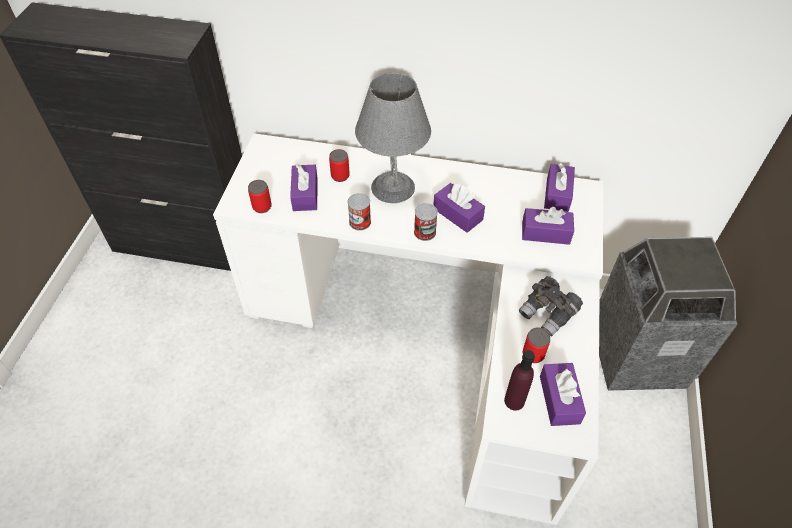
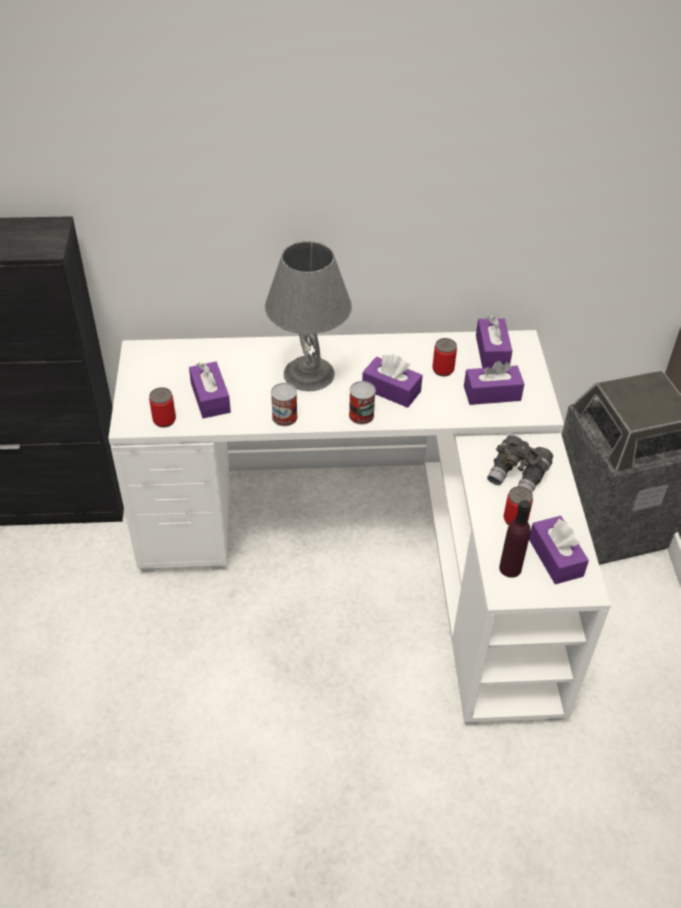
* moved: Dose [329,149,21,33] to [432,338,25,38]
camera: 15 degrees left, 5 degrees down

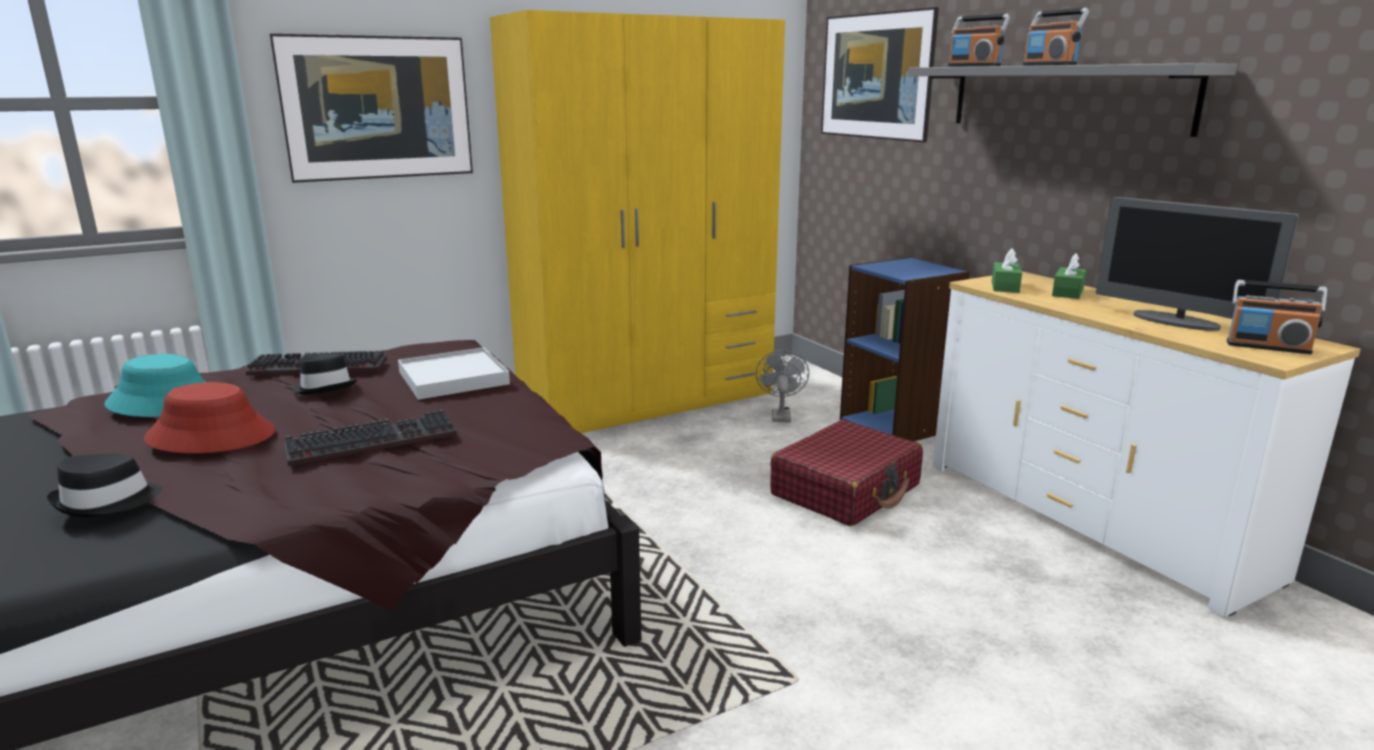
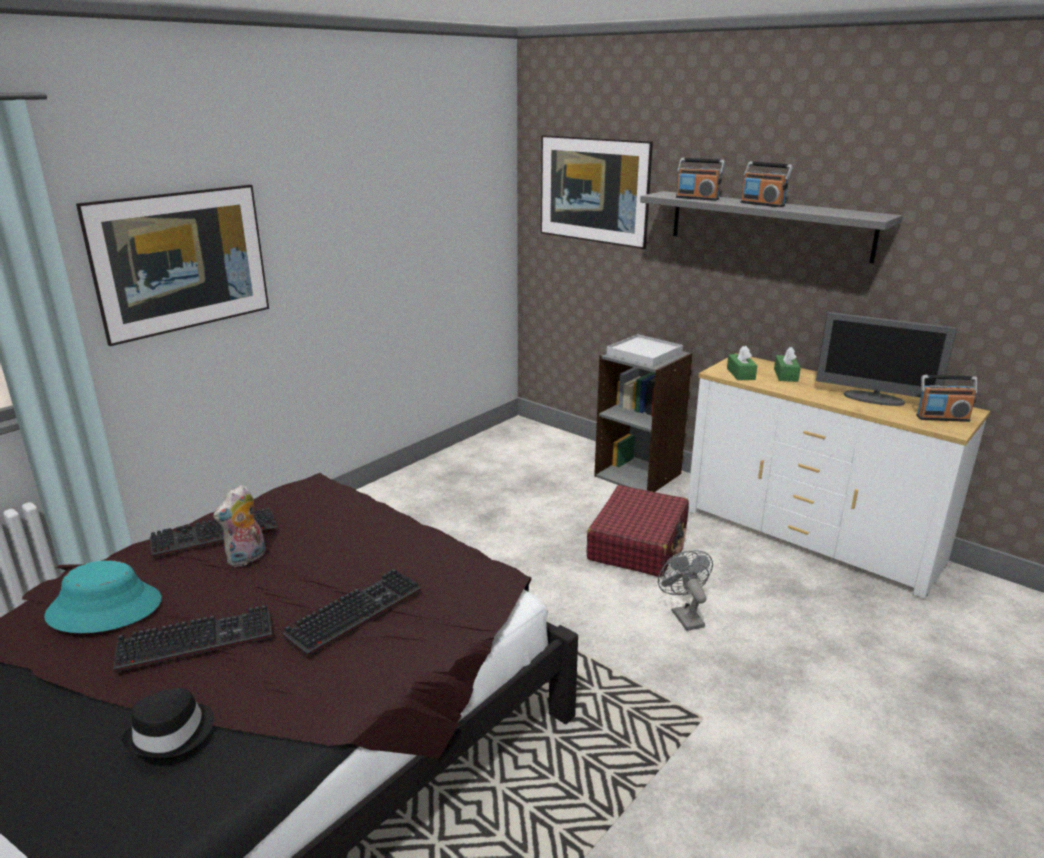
* removed: Kleiderschrank [gelb] [490,10,295,423]
* moved: Tablett [weiß] [398,347,112,53] to [607,334,76,33]
* moved: Ventilator [grau] [756,350,53,72] to [658,550,55,81]
* replaced: Hut [rot] [144,382,131,72] to Tastatur [113,605,160,68]
* replaced: Hut [schwarz] [292,353,66,41] to Plüschtier [213,485,52,82]
* recoloured: Bücherregal [blau] [840,257,130,184] to Bücherregal [grau] [594,351,99,141]
camera: 20 degrees left, 5 degrees up

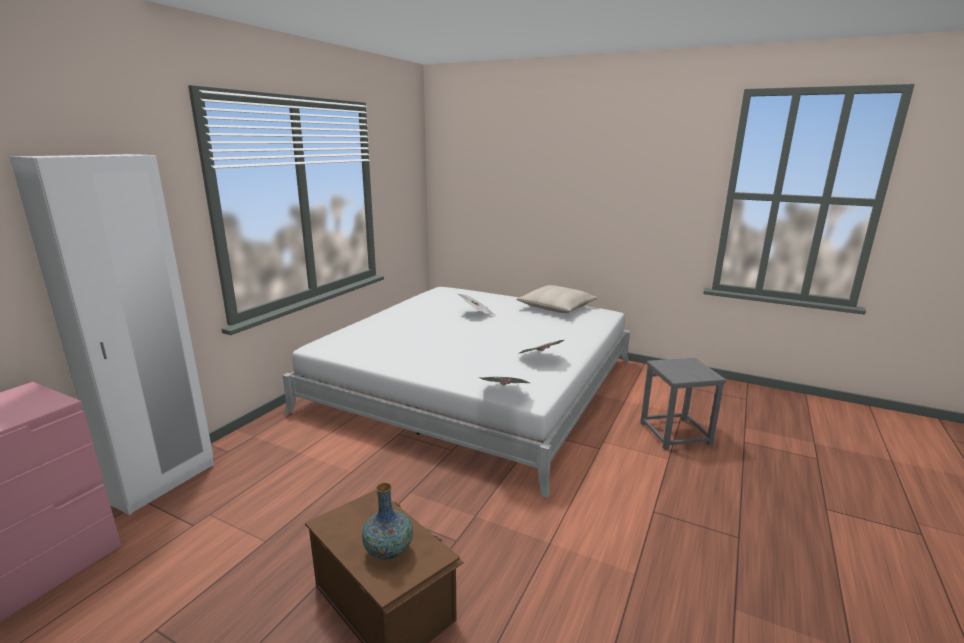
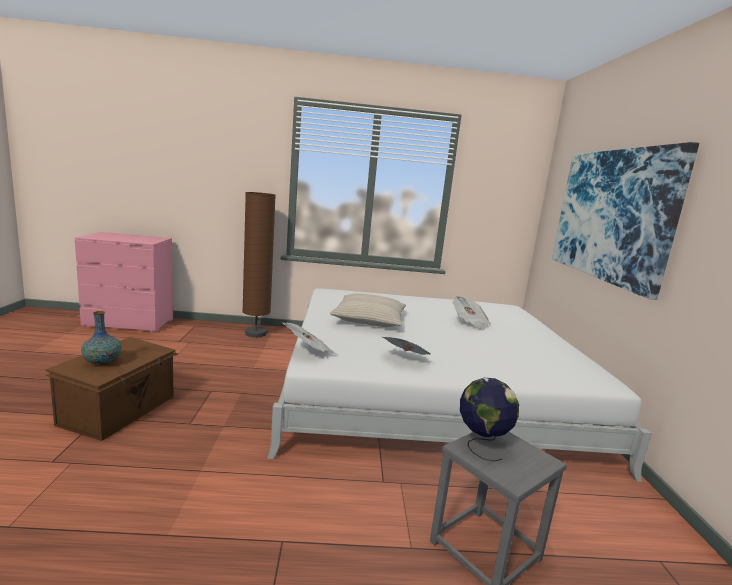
* removed: Kleiderschrank [weiß] [10,154,204,361]
* added: Stehlampe [braun] [242,192,34,145]
* added: Globus [460,378,59,84]
* added: Bild [552,142,147,158]
* moved: Kissen [beige] [516,285,82,28] to [330,293,76,34]
camera: 60 degrees right, 5 degrees down

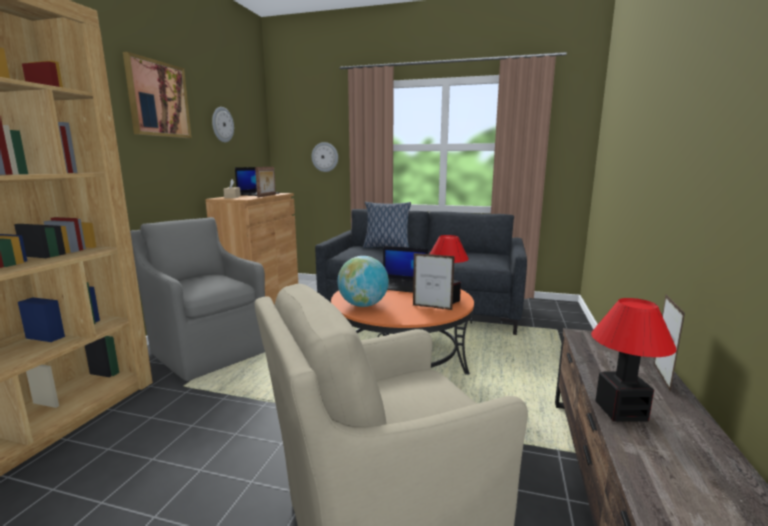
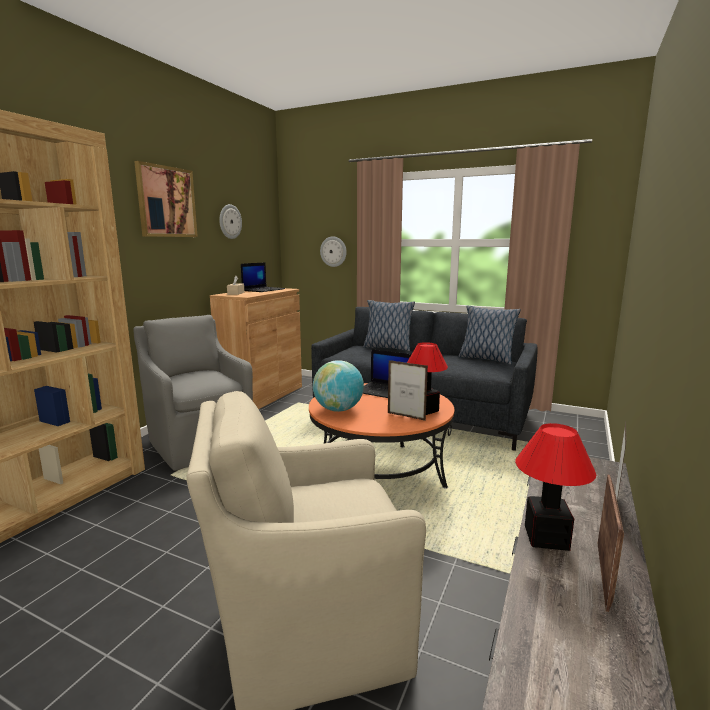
* added: Kissen [458,305,63,60]
* moved: Bilderrahmen [255,167,21,30] to [598,474,26,138]
camera: 10 degrees right, 0 degrees up

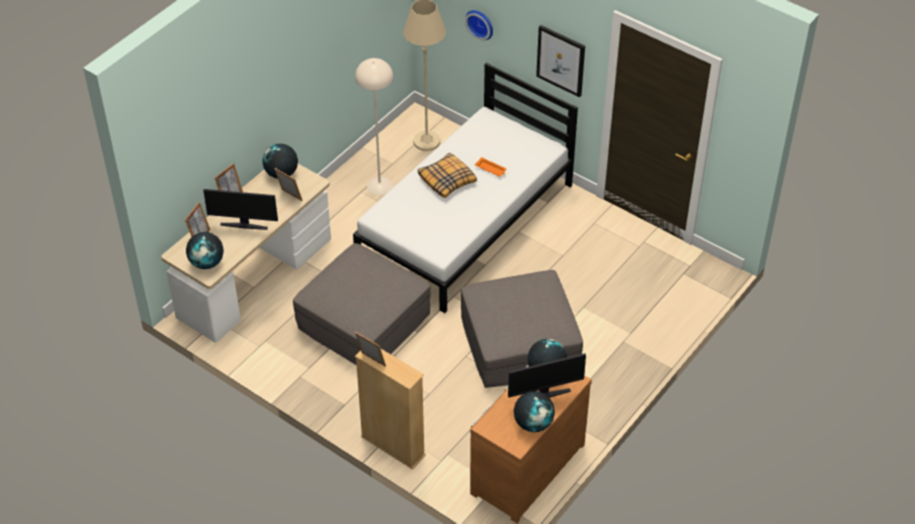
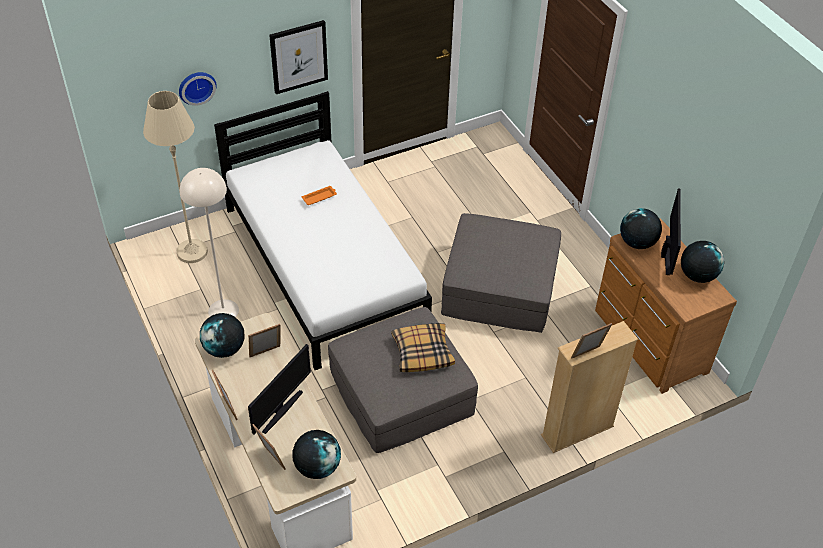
* moved: Kissen [418,153,59,45] to [391,323,64,49]
camera: 65 degrees left, 0 degrees up

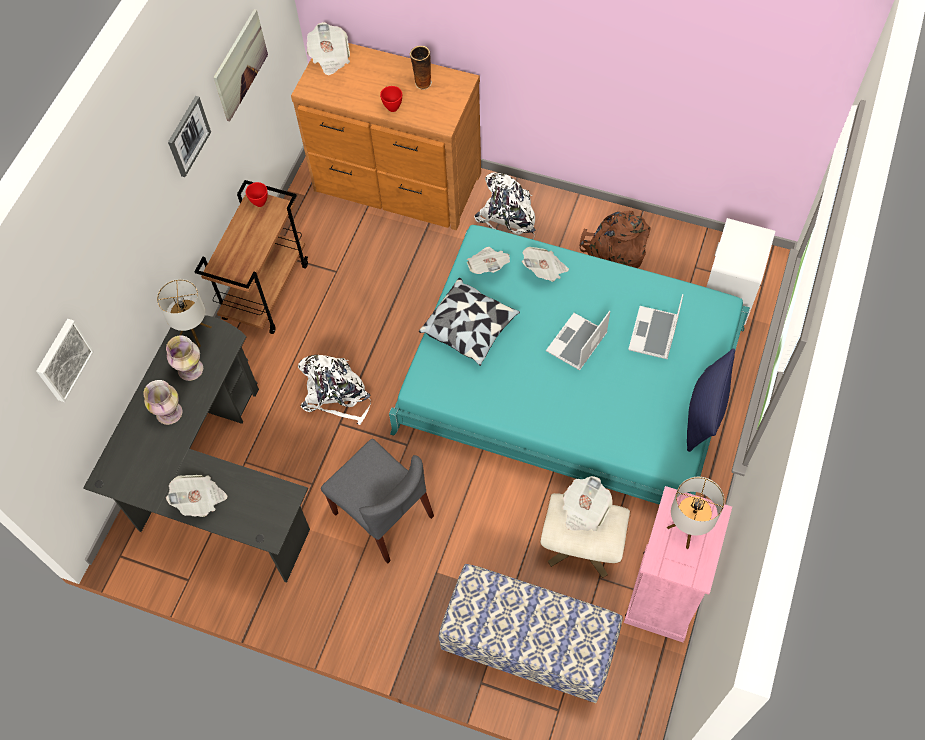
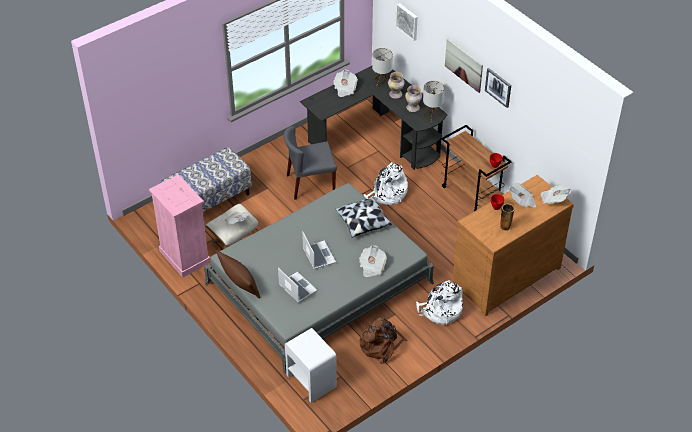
* moved: Bild [213,9,55,112] to [445,39,38,54]
* moved: Zeitung [467,247,43,27] to [509,183,27,25]
* moved: Tischlampe [667,477,58,72] to [372,48,21,39]
* recoloured: Bett [türkis] [389,225,361,280] to Bett [grau] [204,183,230,191]
* recoloured: Kissen [blau] [687,348,48,104] to Kissen [braun] [216,250,44,49]
camera: 120 degrees right, 15 degrees down

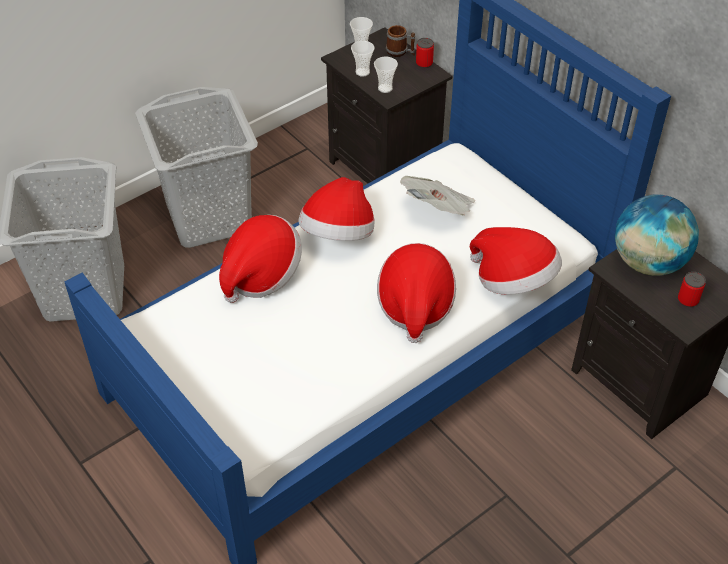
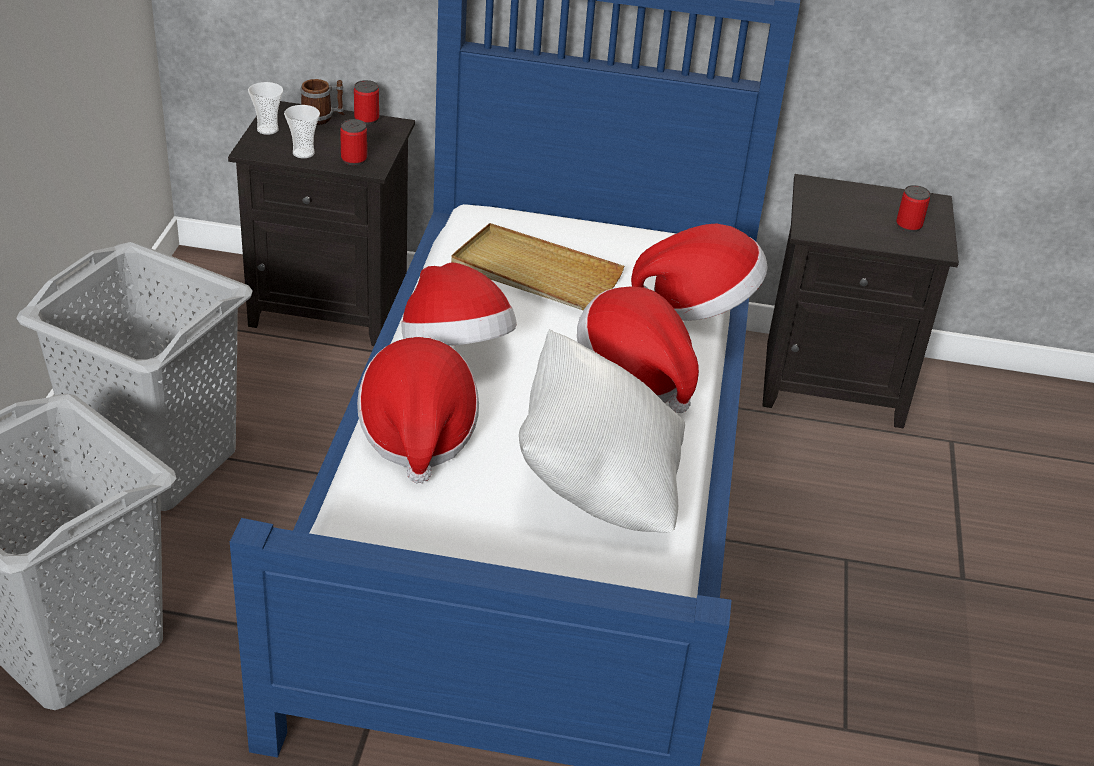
* removed: Globus [615,195,84,81]
* added: Kissen [weiß] [519,329,166,204]
* replaced: Tasse [374,57,24,36] to Dose [340,119,27,46]
* replaced: Zeitung [400,176,75,40] to Tablett [beige] [451,223,173,88]
camera: 45 degrees left, 10 degrees down

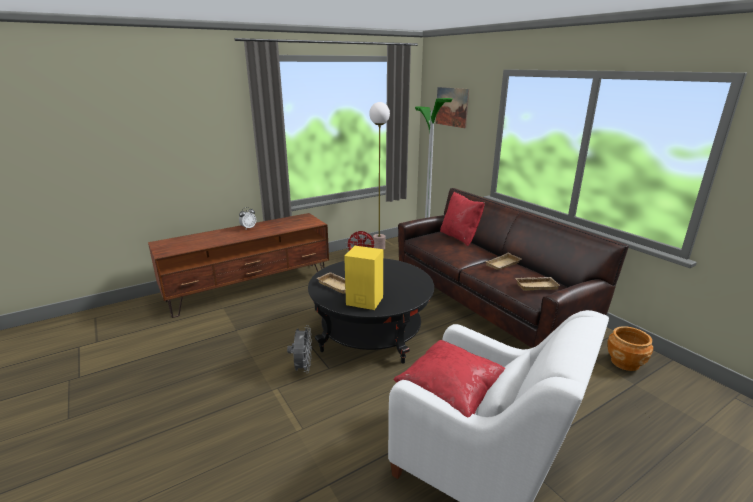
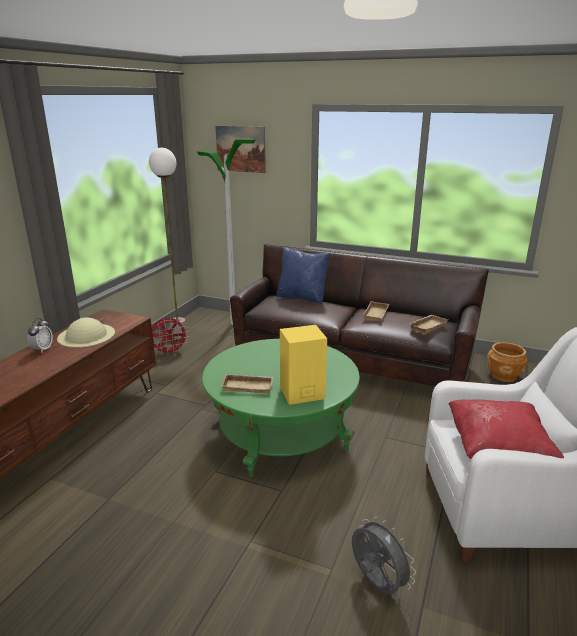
* added: Hut [beige] [57,317,58,31]
* moved: Ventilator [grau] [287,325,25,48] to [352,517,64,77]
* recoloured: Couchtisch [schwarz] [308,258,126,105] to Couchtisch [grün] [202,339,158,138]
* recoloured: Kissen [rot] [440,192,45,54] to Kissen [blau] [276,247,54,57]
camera: 35 degrees left, 0 degrees up

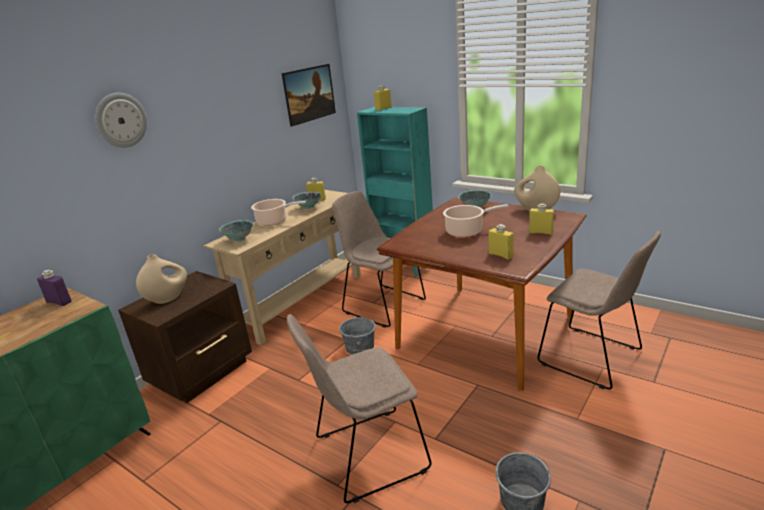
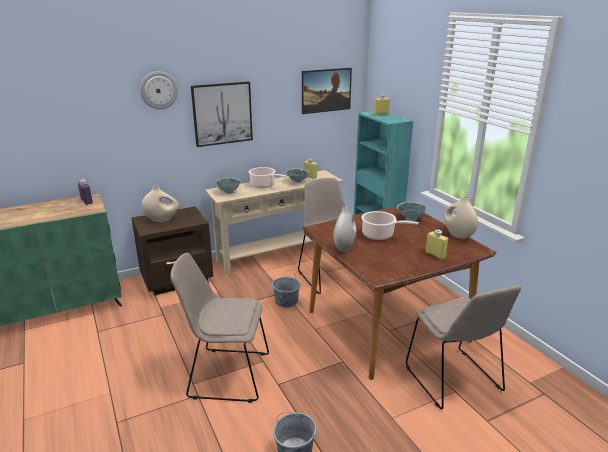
* removed: Flasche [gelb] [488,224,26,36]
* added: Bild [191,82,62,65]
* added: Vase [weiß] [334,207,23,45]
camera: 25 degrees right, 0 degrees up

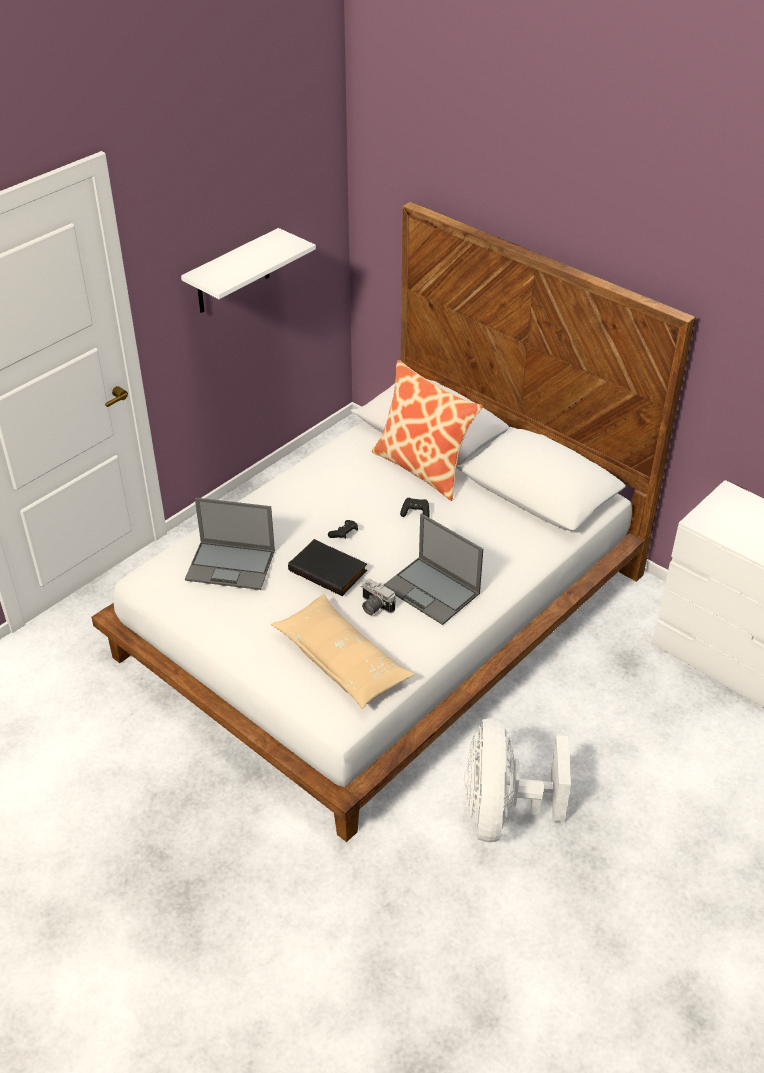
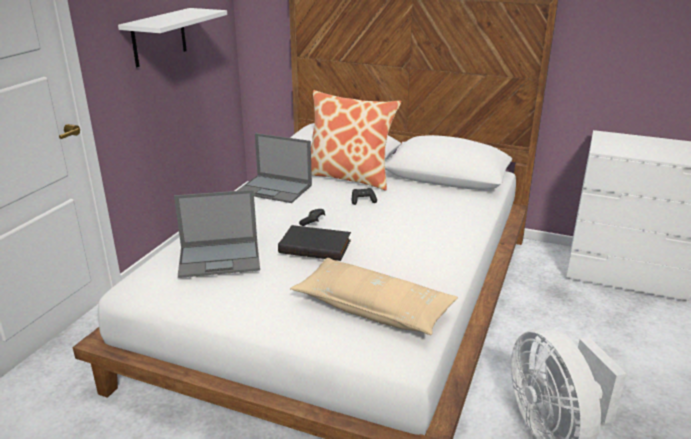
* removed: Kamera [362,579,34,36]
* moved: Laptop [382,513,101,112] to [237,133,75,70]
camera: 20 degrees left, 15 degrees down

